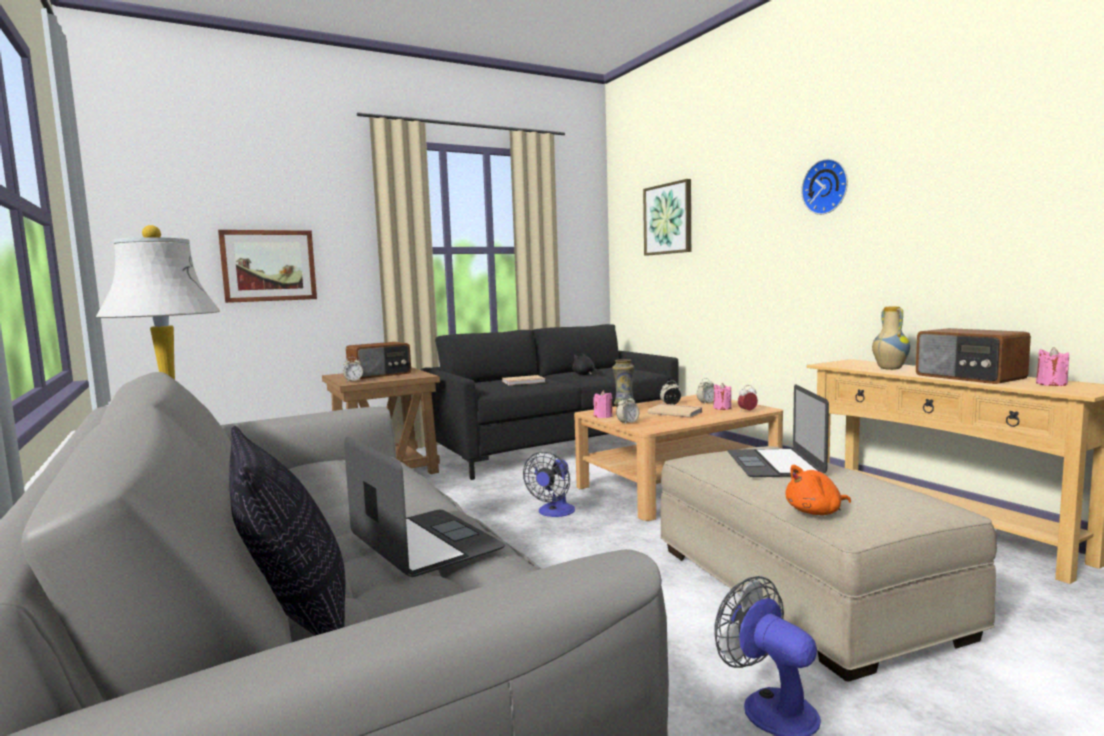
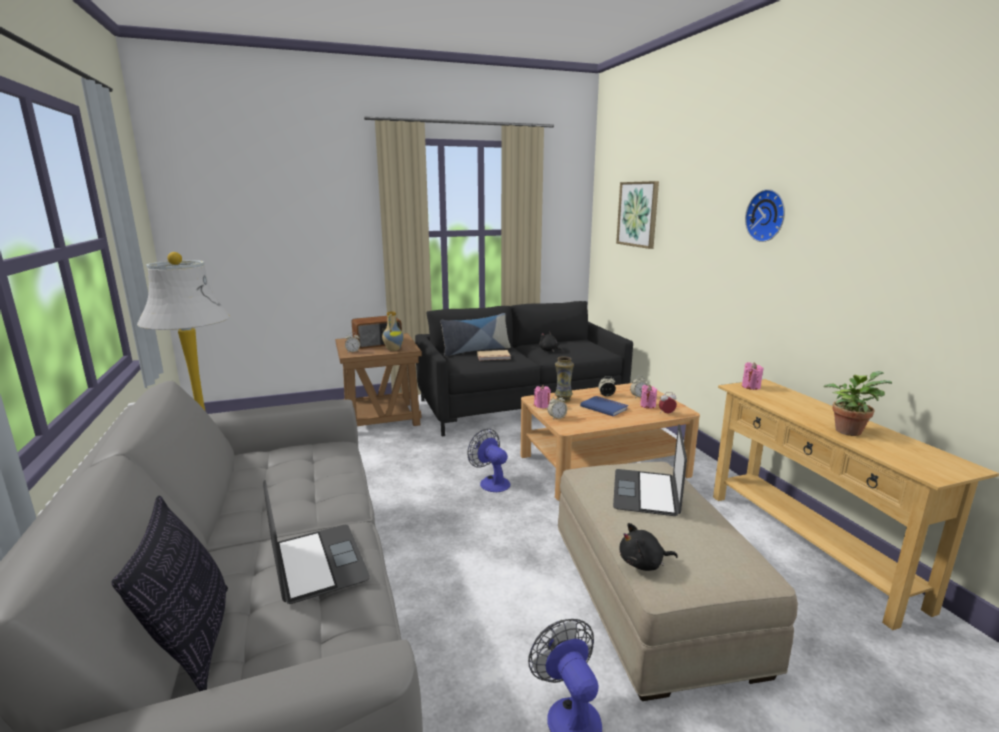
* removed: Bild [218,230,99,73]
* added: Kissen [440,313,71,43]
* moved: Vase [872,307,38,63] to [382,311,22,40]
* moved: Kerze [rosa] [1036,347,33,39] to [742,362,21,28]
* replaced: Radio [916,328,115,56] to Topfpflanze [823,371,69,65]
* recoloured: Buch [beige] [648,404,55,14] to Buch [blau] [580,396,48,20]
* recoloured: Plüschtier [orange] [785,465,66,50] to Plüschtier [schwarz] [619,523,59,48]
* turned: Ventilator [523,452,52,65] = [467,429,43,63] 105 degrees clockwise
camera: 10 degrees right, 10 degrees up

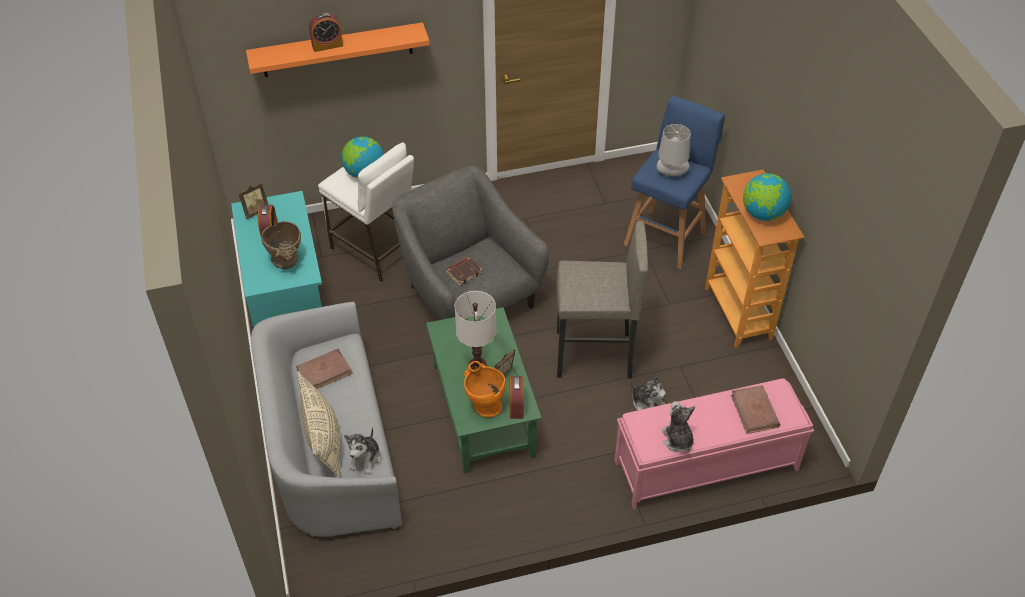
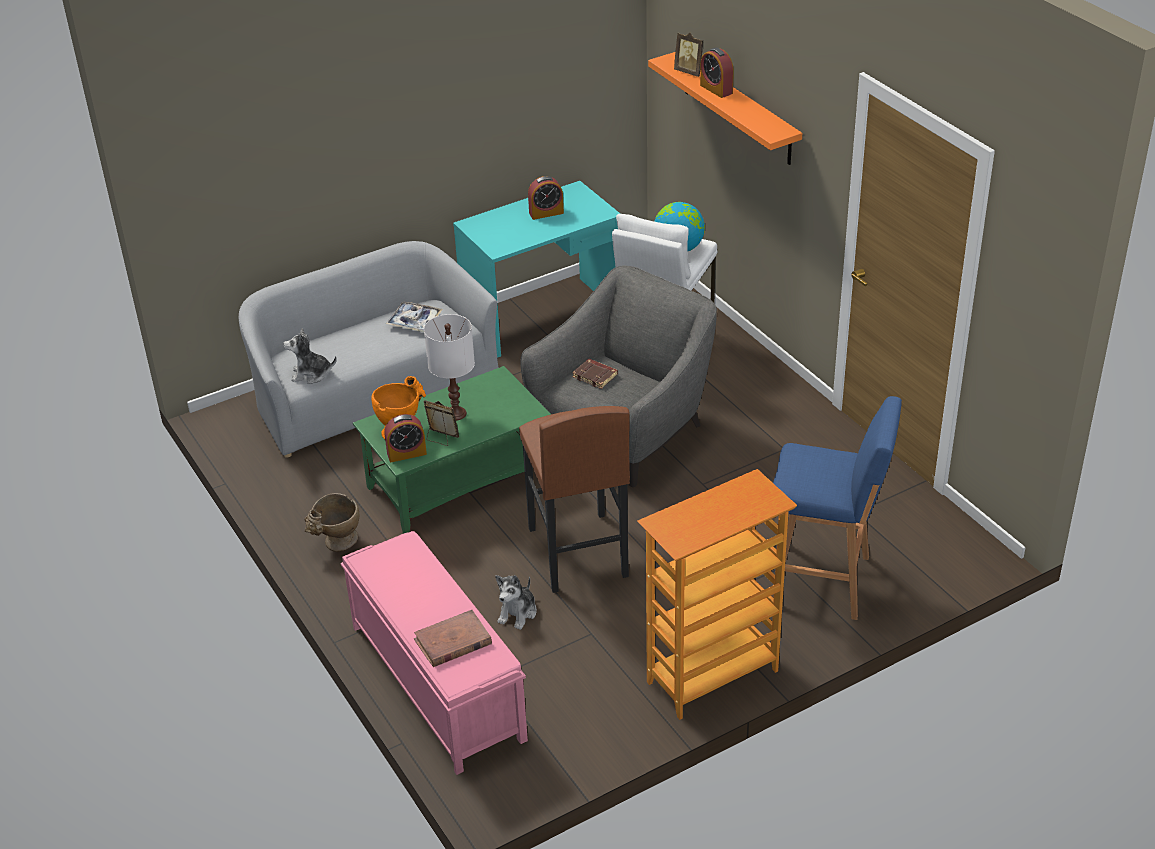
* removed: Kissen [beige] [297,371,45,107]
* removed: Tischlampe [grau] [657,124,34,53]
* removed: Plüschtier [661,401,34,51]
* removed: Globus [743,173,48,48]
* moved: Bilderrahmen [239,183,29,36] to [674,33,29,44]
* moved: Vase [beige] [261,221,40,48] to [305,493,54,59]
* replaced: Buch [braun] [296,348,57,41] to Tablett [386,302,57,30]
* recoloured: Hocker [grau] [557,221,91,157] to Hocker [braun] [519,406,111,187]
camera: 75 degrees right, 10 degrees down

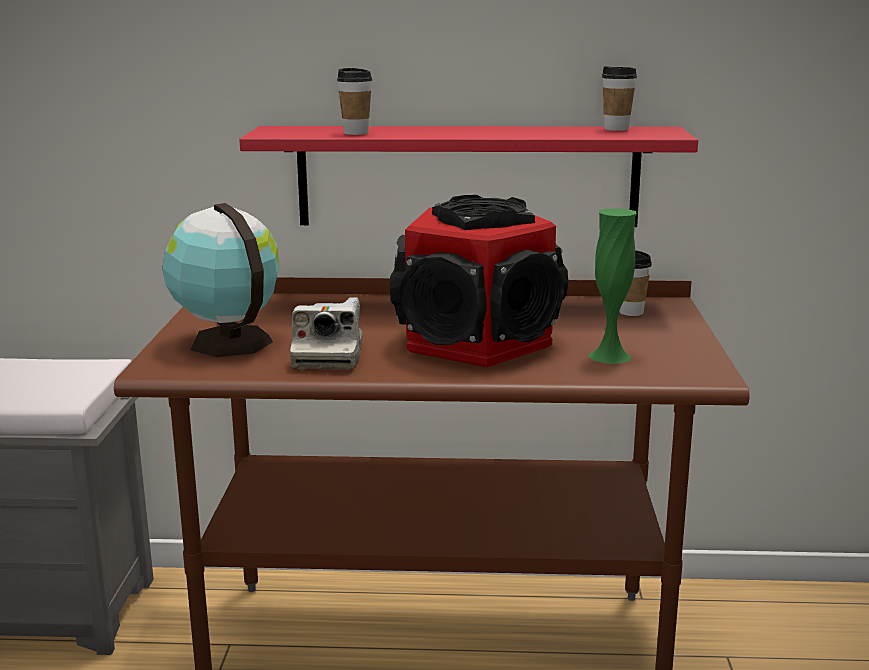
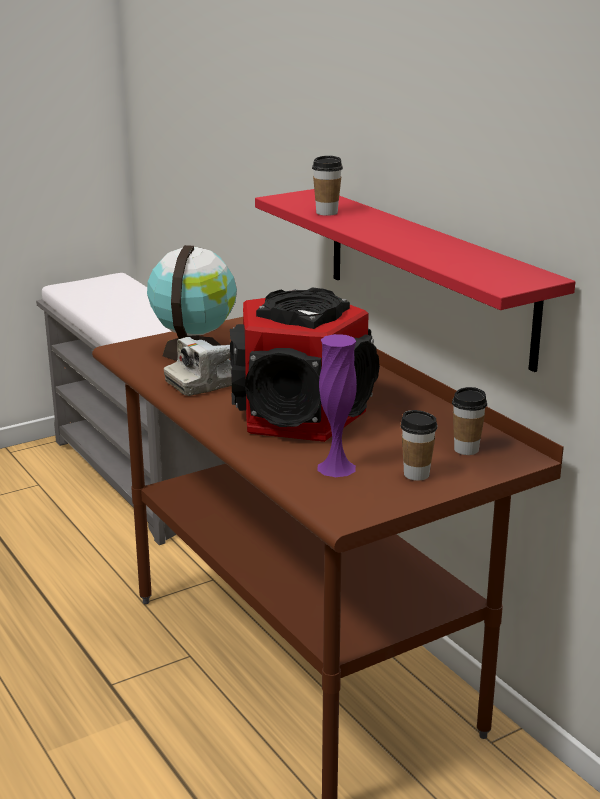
* moved: Tasse [602,66,35,65] to [401,410,36,71]
* recoloured: Vase [grün] [589,208,48,156] to Vase [lila] [317,334,40,143]
camera: 55 degrees right, 5 degrees up

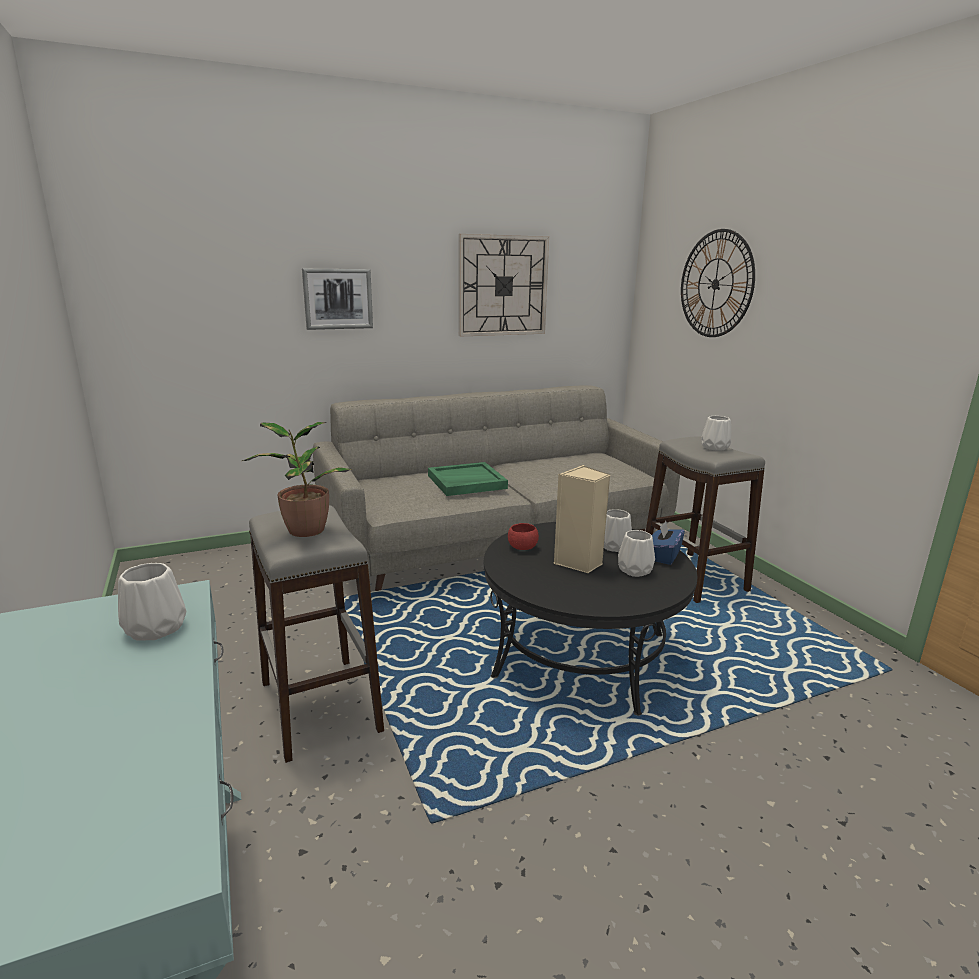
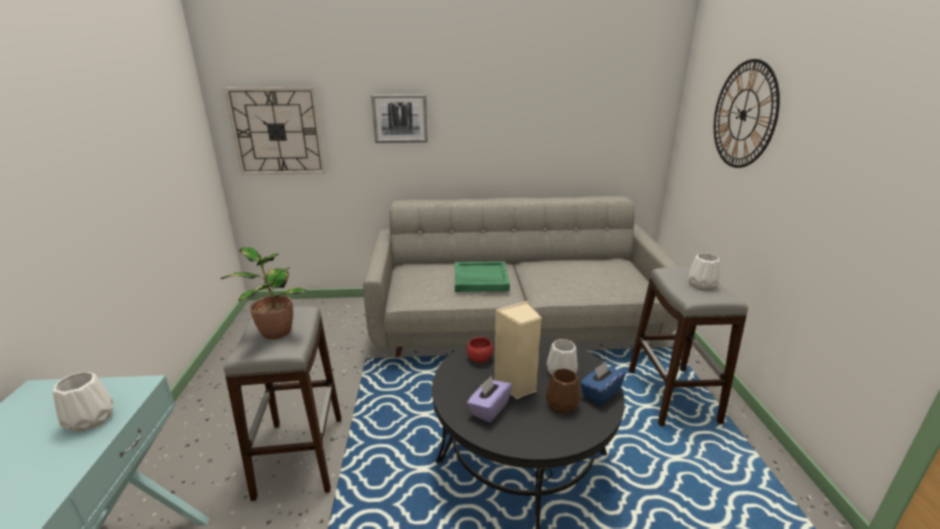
* added: Taschentuchbox [lila] [467,375,45,48]
* moved: Wanduhr [459,234,90,103] to [224,87,101,88]
* recoloured: Vase [weiß] [618,530,37,47] to Vase [braun] [546,368,34,45]
camera: 20 degrees right, 5 degrees up

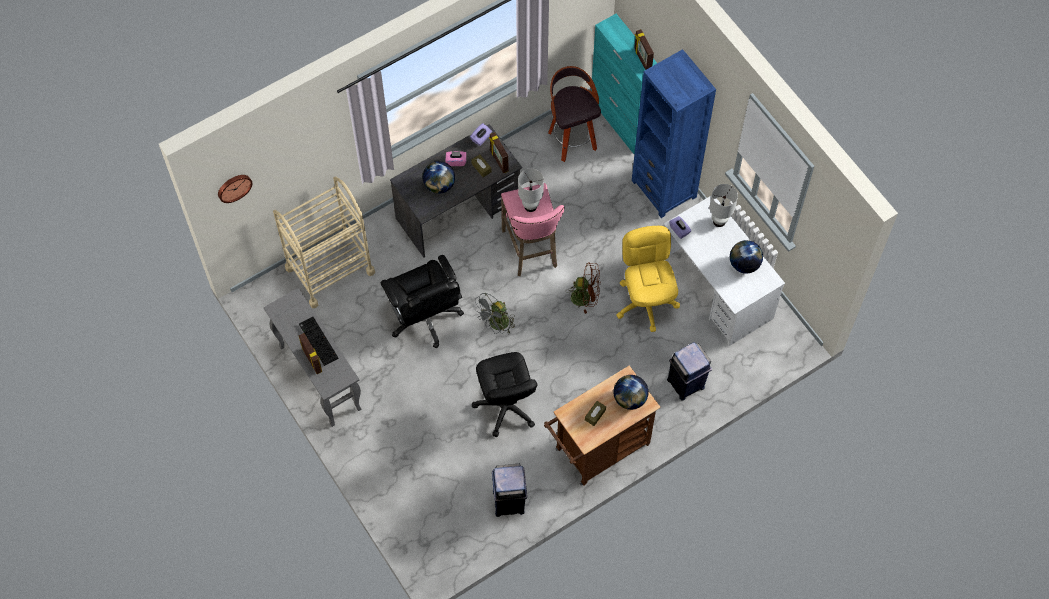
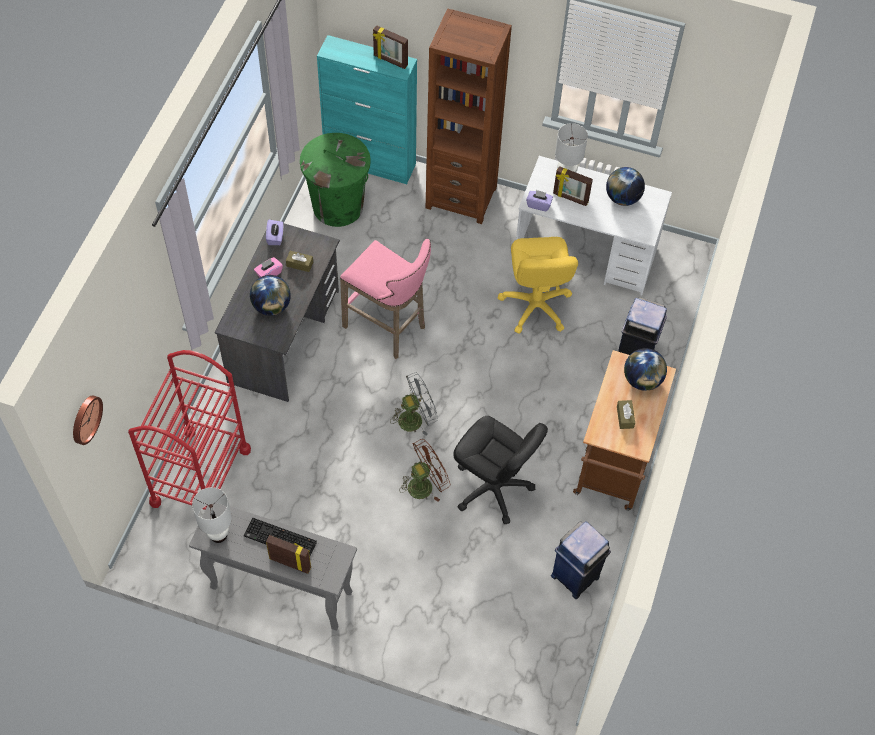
* removed: Bürostuhl [schwarz] [381,255,83,93]
* moved: Bilderrahmen [489,132,20,41] to [553,166,40,40]
* moved: Tischlampe [weiß] [518,168,26,44] to [192,487,40,56]
* moved: Ventilator [braun] [566,262,35,52] to [399,439,51,63]
* replaced: Hocker [548,66,53,96] to Mülleimer [grün] [300,133,71,94]
* recoloured: Rollwagen [beige] [273,176,102,132] to Rollwagen [rot] [128,350,123,160]
* recoloured: Bücherregal [blau] [632,49,84,169] to Bücherregal [braun] [426,8,86,216]
* turned: Ventilator [grau] [473,293,42,41] = [390,372,48,64] 120 degrees counterclockwise
* turned: Bürostuhl [gelb] [616,226,64,106] = [498,237,80,97] 135 degrees counterclockwise
camera: 40 degrees left, 5 degrees down

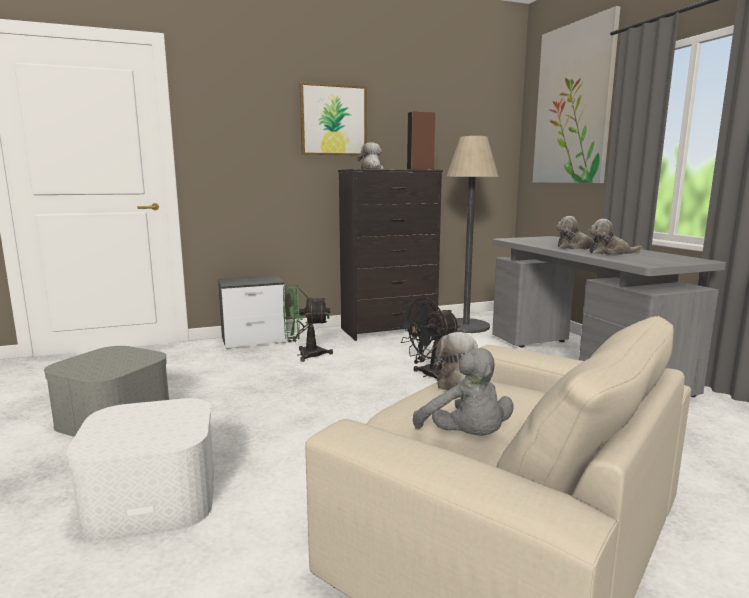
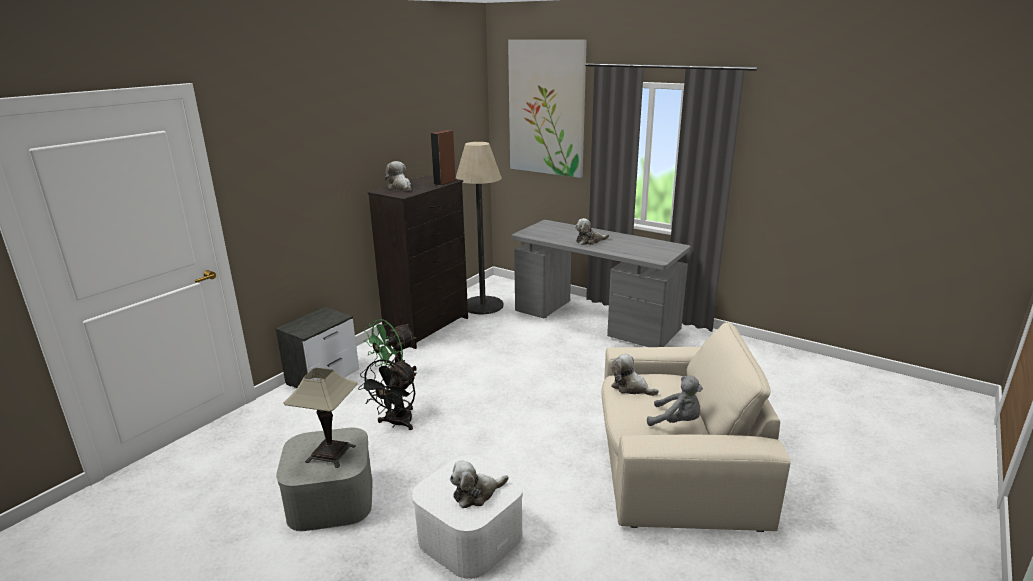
* removed: Bild [300,82,67,74]
* added: Tischlampe [284,367,74,101]
* moved: Ventilator [schwarz] [397,298,63,81] to [358,359,58,71]
* moved: Plüschtier [588,219,54,36] to [450,460,59,48]
camera: 35 degrees left, 10 degrees up

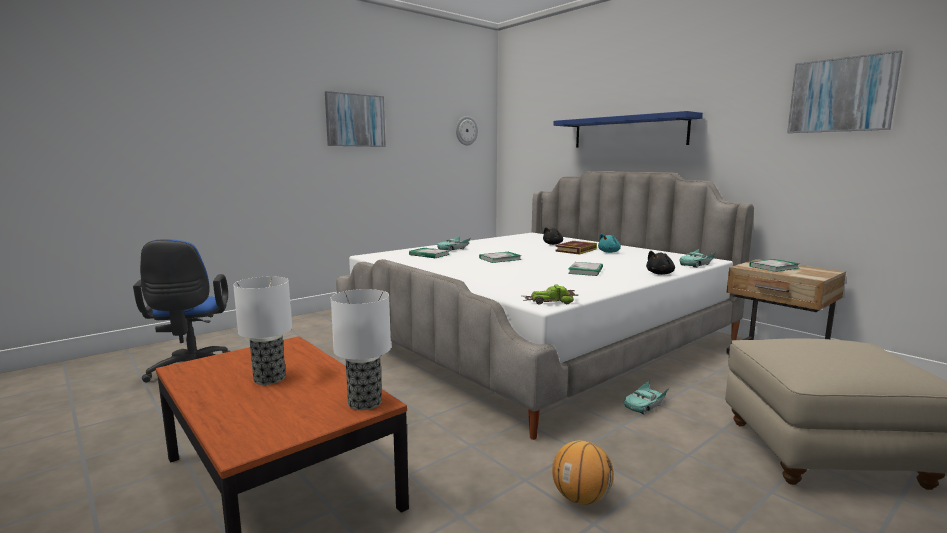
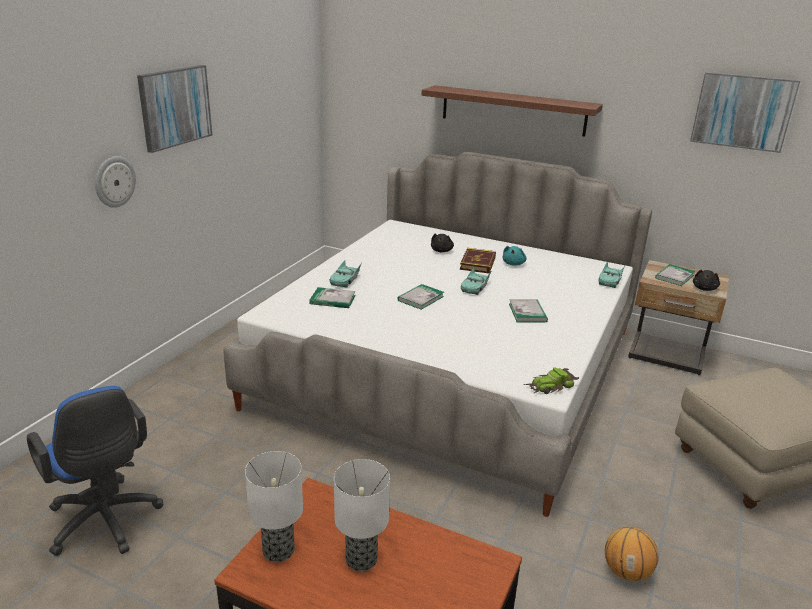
* moved: Tischlampe [331,289,60,121] to [245,451,58,111]
* moved: Wanduhr [456,116,22,29] to [95,156,41,52]
* moved: Spielzeugauto [türkis] [624,381,45,33] to [461,267,31,28]
* moved: Plüschtier [schwarz] [646,251,29,24] to [693,270,27,21]
* recoloured: Wandregal [blau] [553,111,150,36] to Wandregal [braun] [422,85,181,51]
camera: 25 degrees left, 15 degrees up

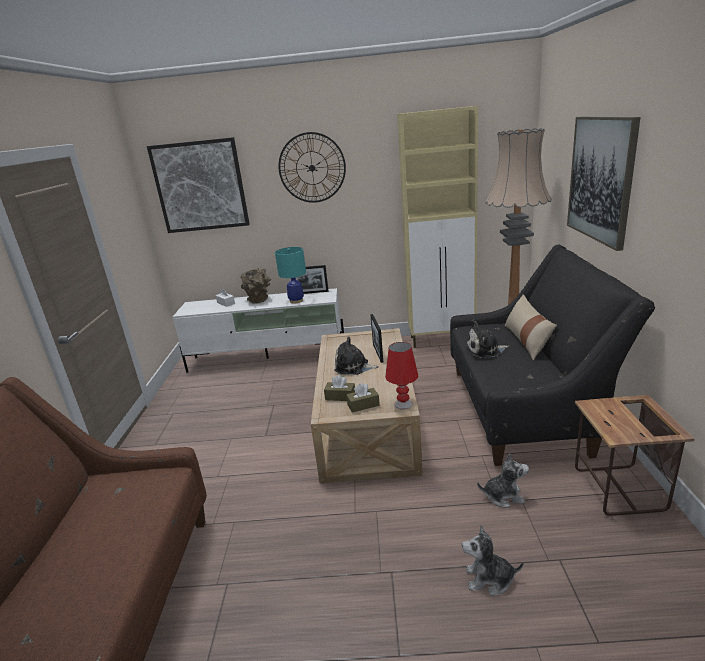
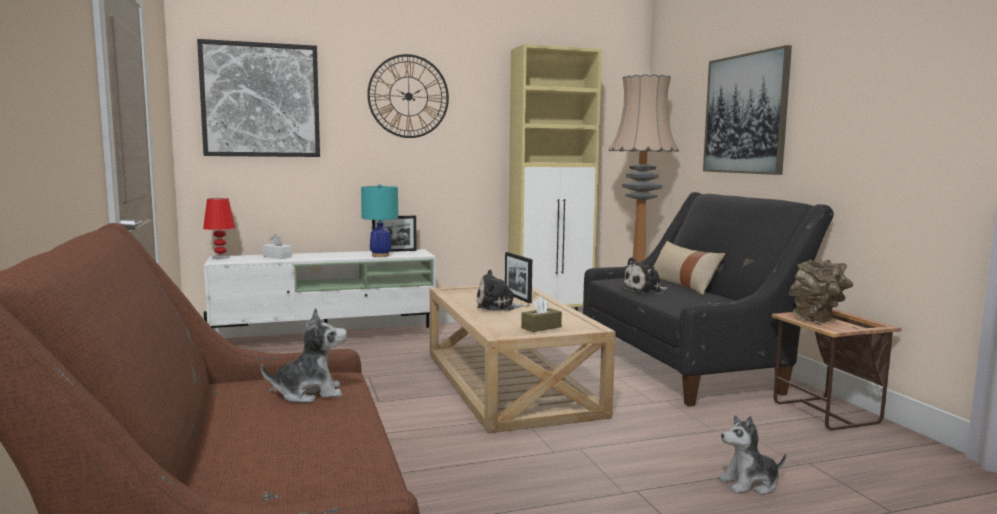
* removed: Taschentuchbox [braun] [324,375,31,26]
* moved: Vase [braun] [240,268,31,36] to [789,260,64,63]
* moved: Tischlampe [rot] [385,342,33,68] to [203,198,32,61]
* moved: Plüschtier [477,453,52,55] to [261,308,86,95]
camera: 20 degrees left, 15 degrees down

